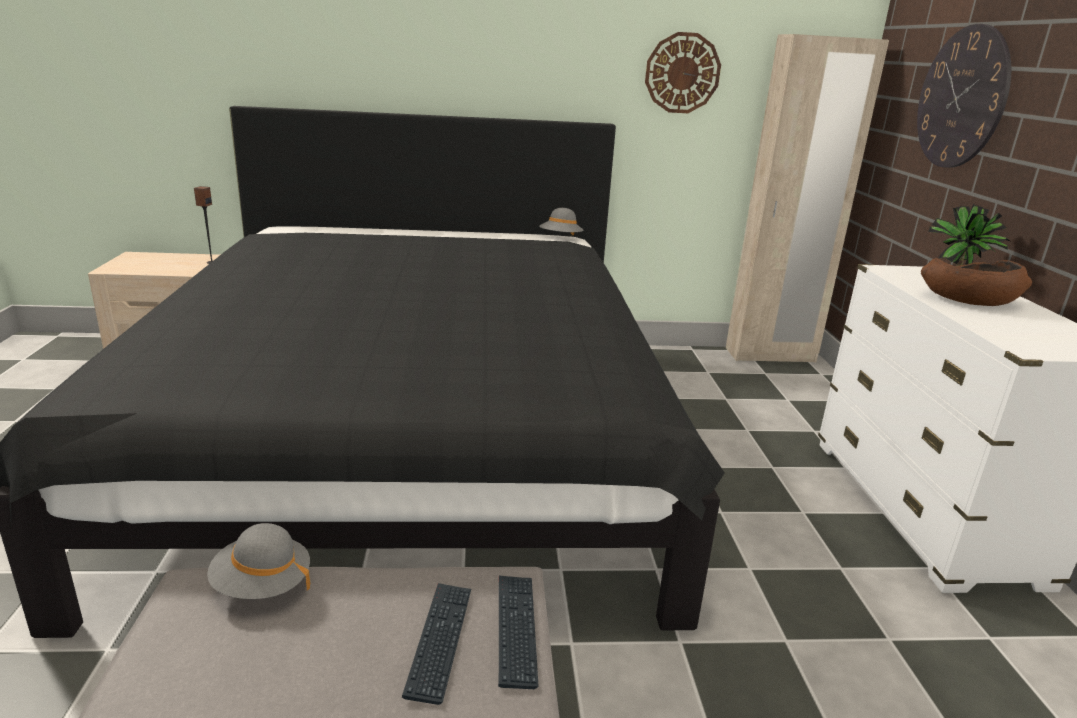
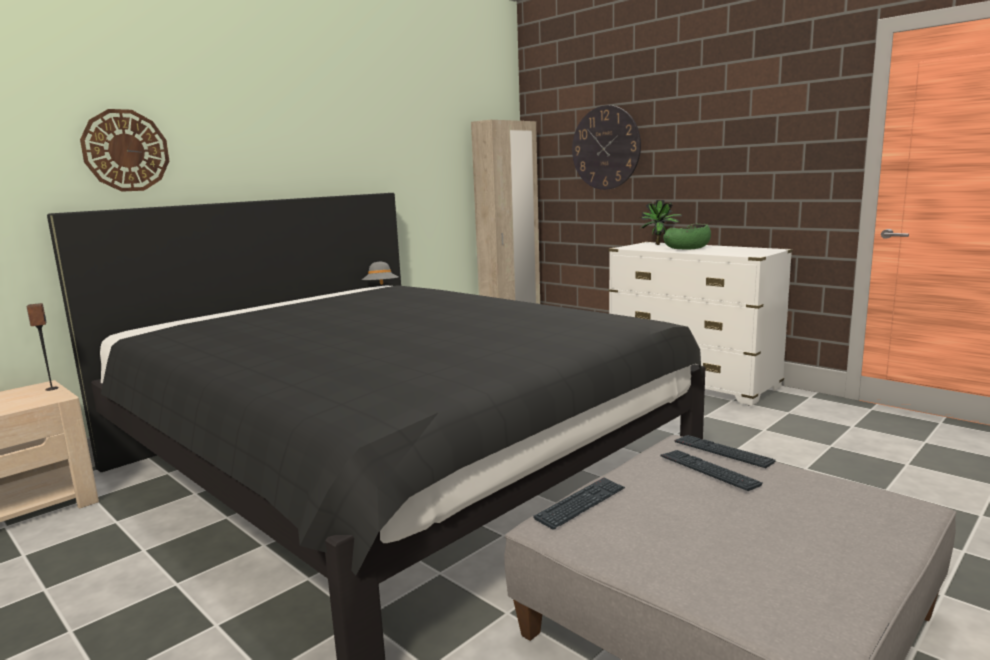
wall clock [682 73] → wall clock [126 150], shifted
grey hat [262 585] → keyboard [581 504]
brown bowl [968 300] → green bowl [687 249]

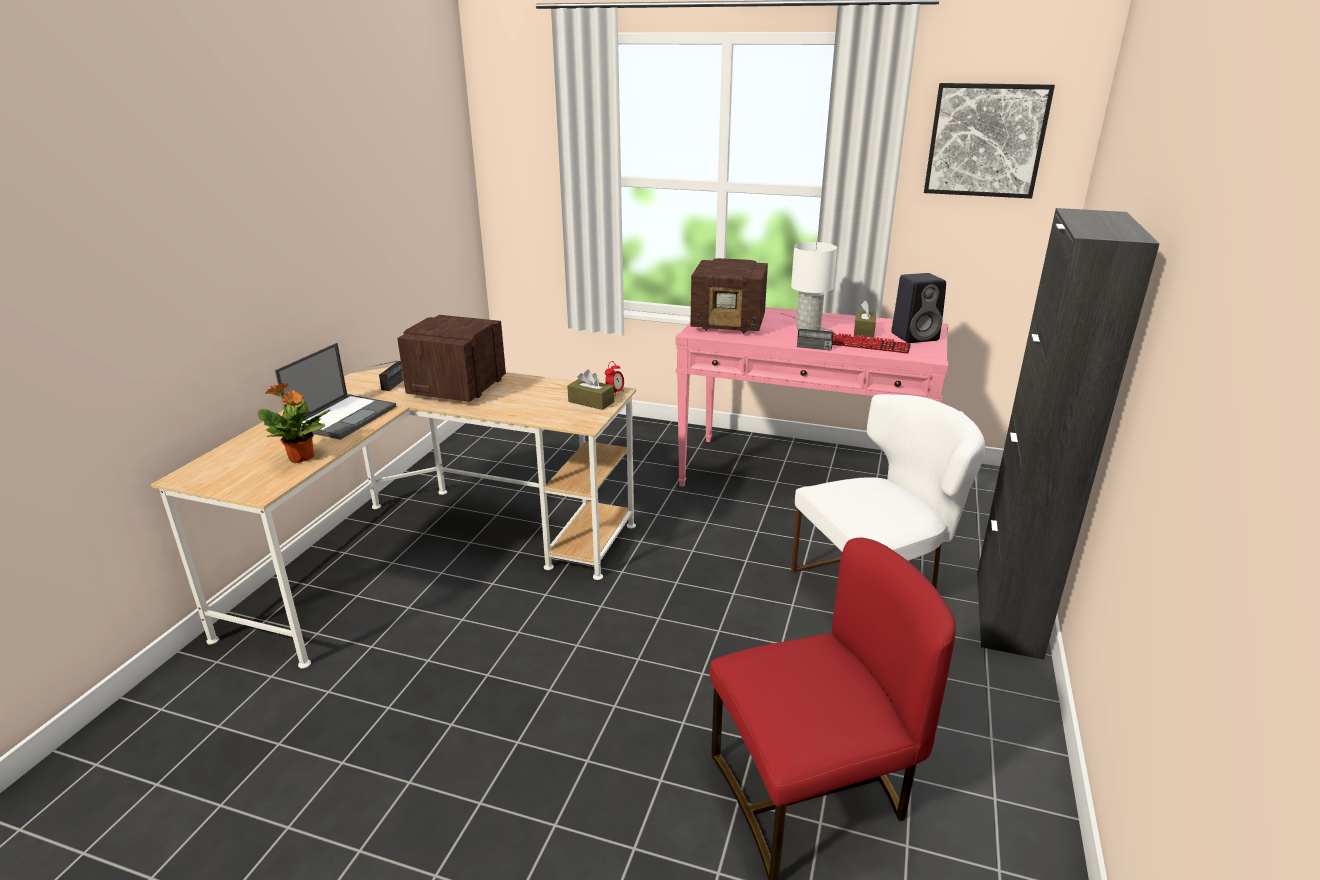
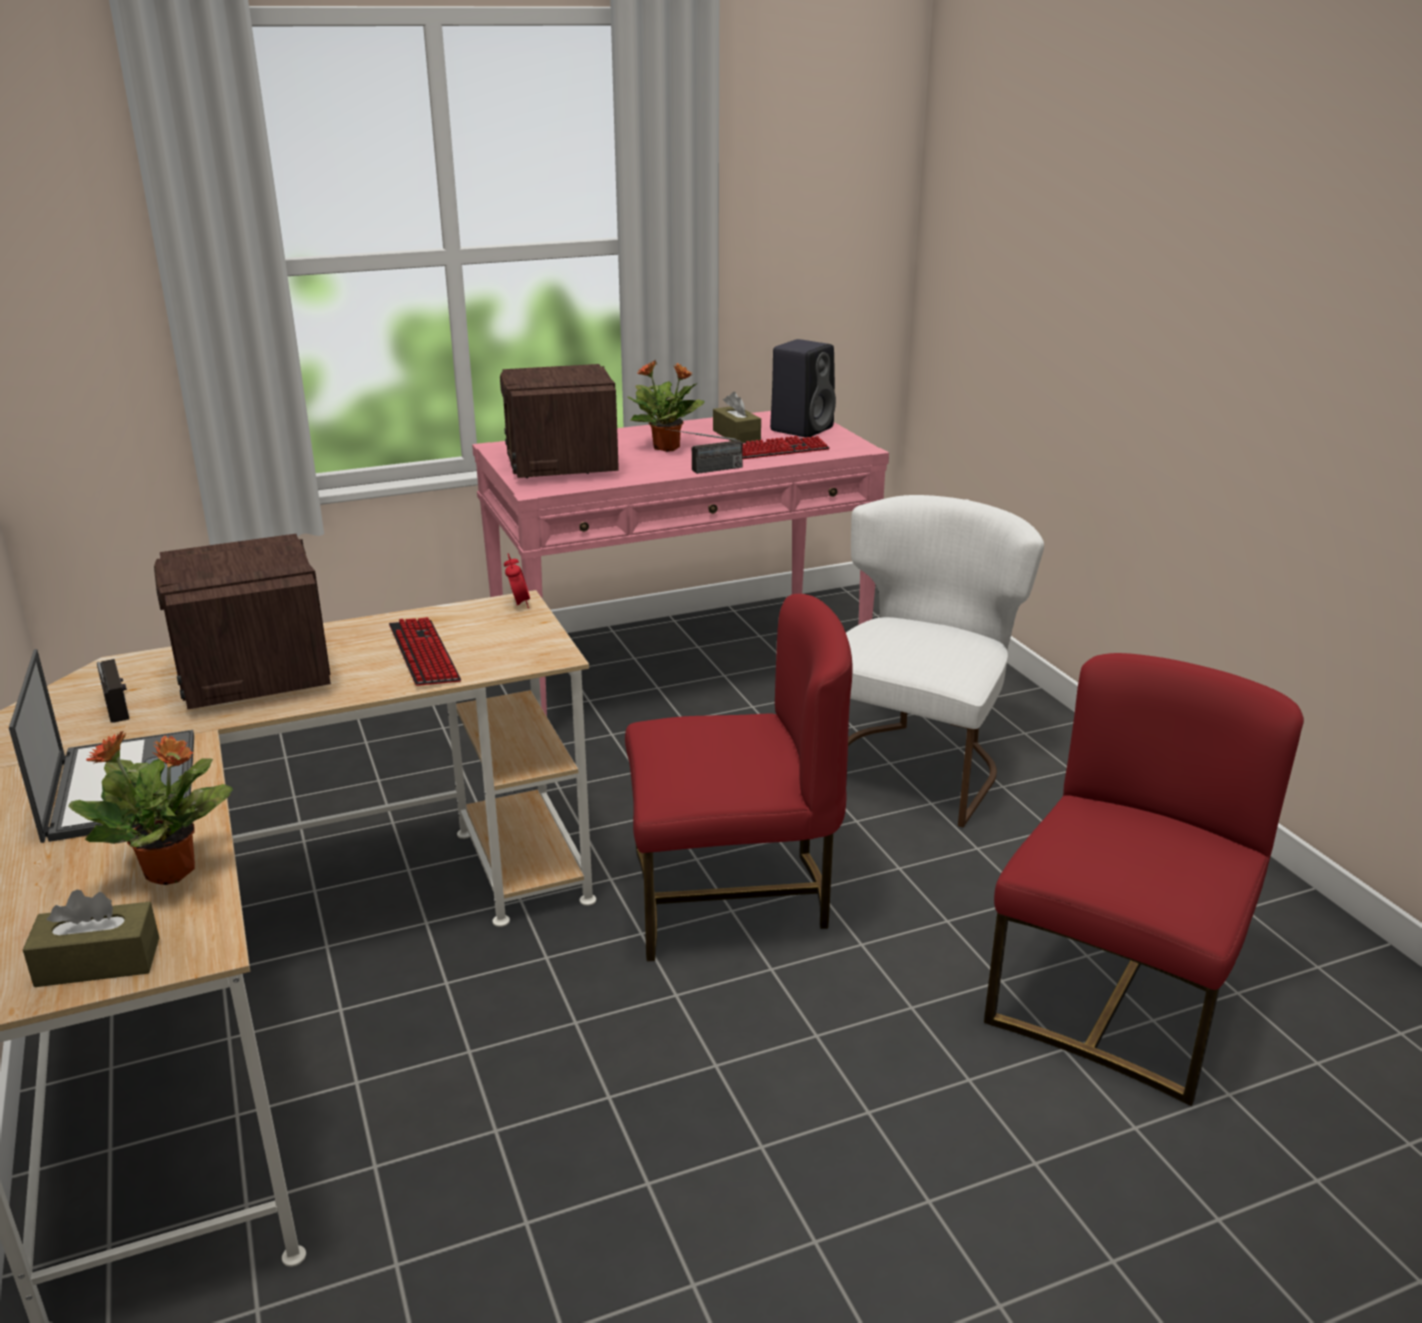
brown tissue box [591 402] → brown tissue box [98 962], shifted
- → keyboard [424 654]
radio [729 324] → radio [561 466], 105 degrees clockwise
- → red chair [731 897]
white table lamp [807 328] → potted plant [667 448]
picture [985 140] → -
black cabinet [1007 613] → -

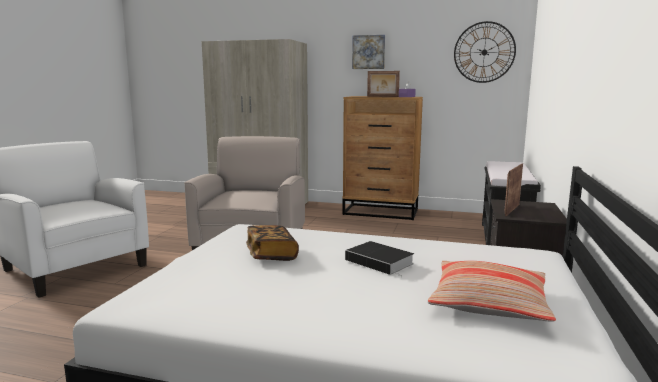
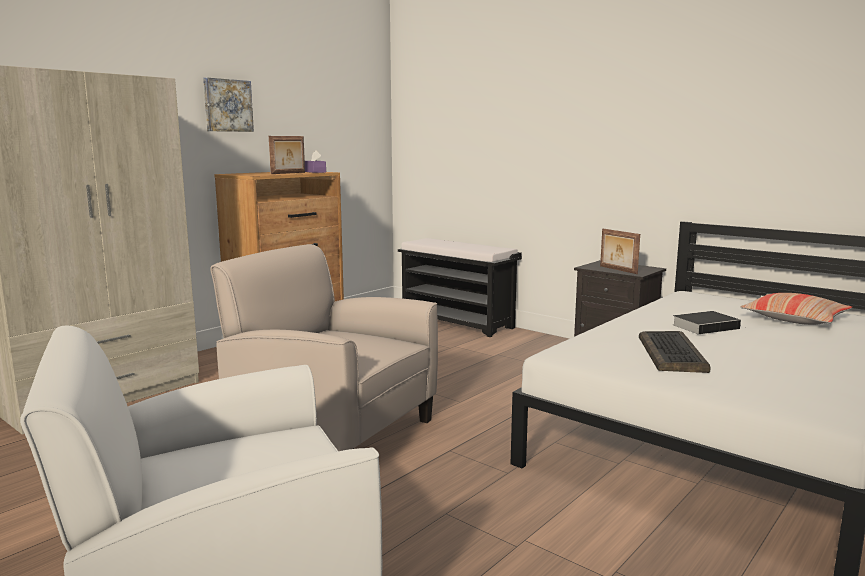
book [271 254] → keyboard [672 354]
wall clock [484 52] → -

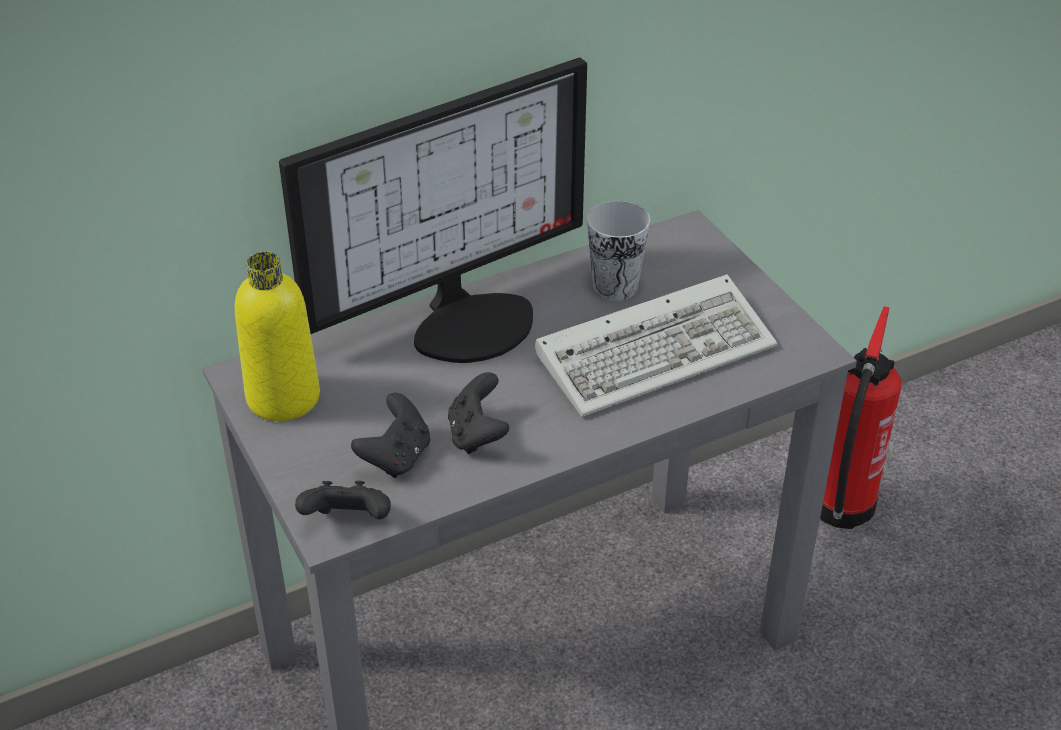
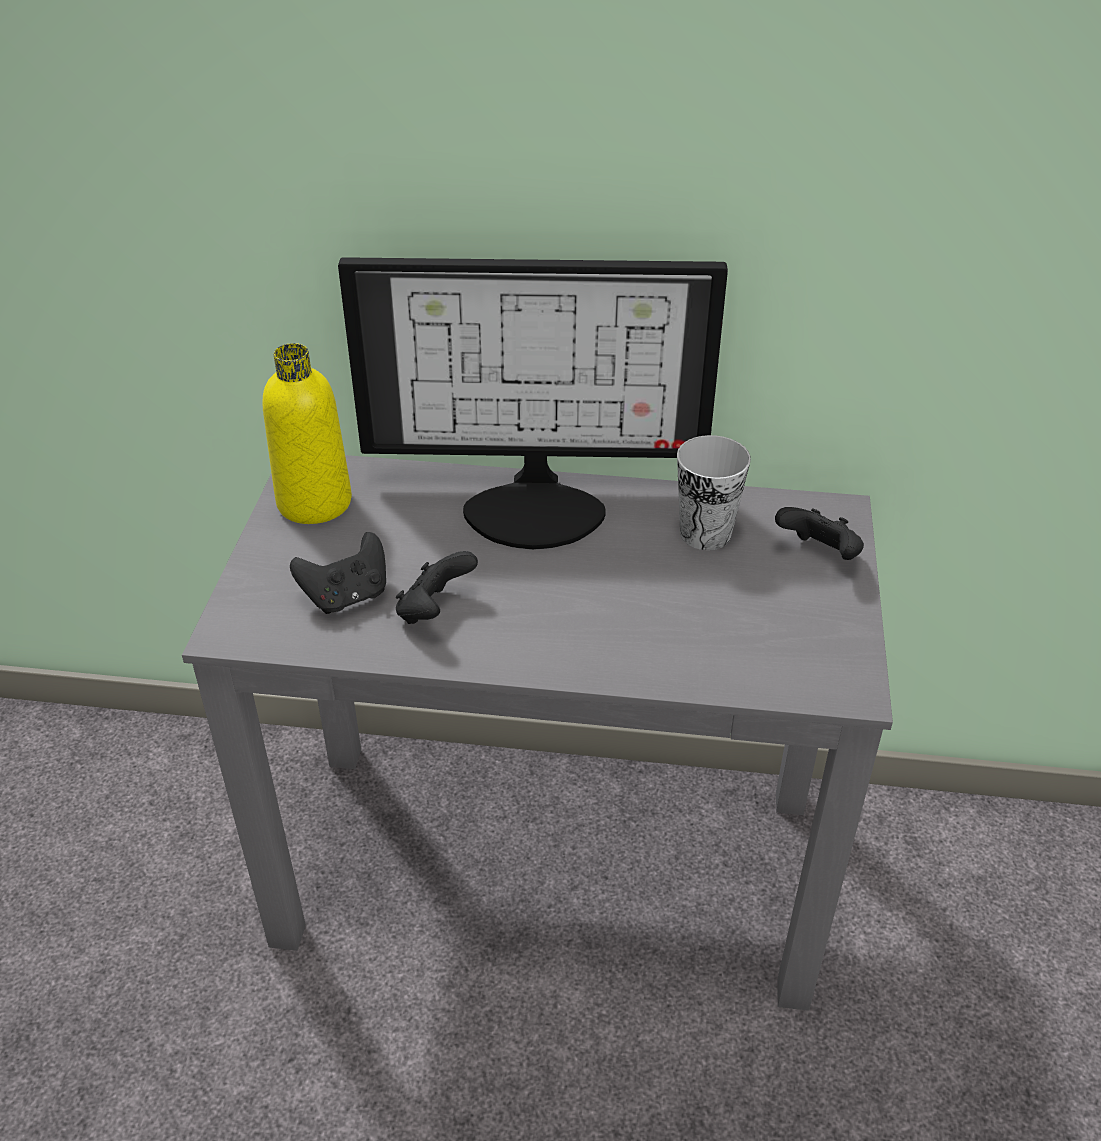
black game controller [348 522] → black game controller [819 555], shifted
keyboard [659 350] → -
fire extinguisher [839 510] → -

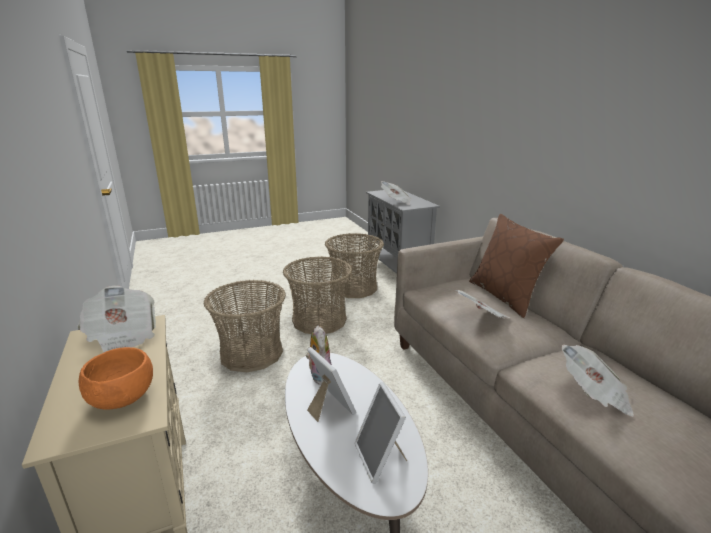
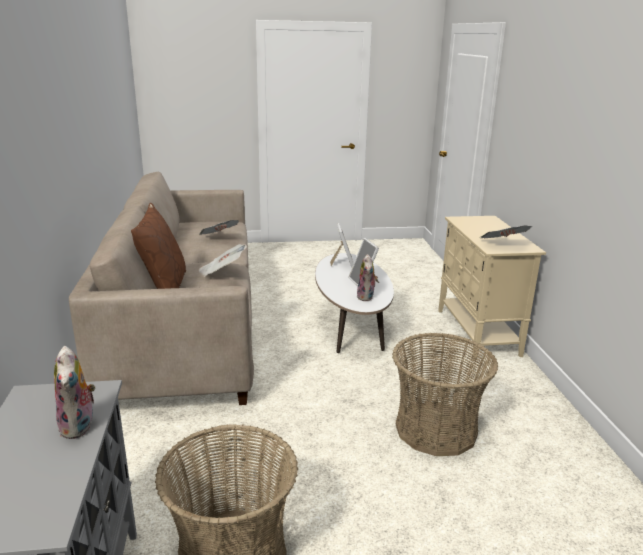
newspaper [396 201] → plush toy [79 426]
orange bowl [123 398] → -
basket [319 320] → -

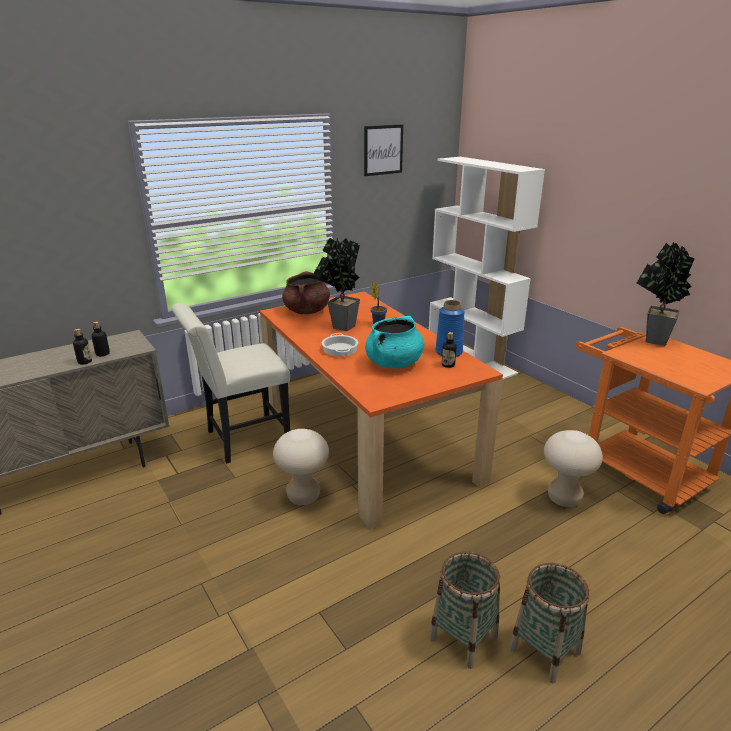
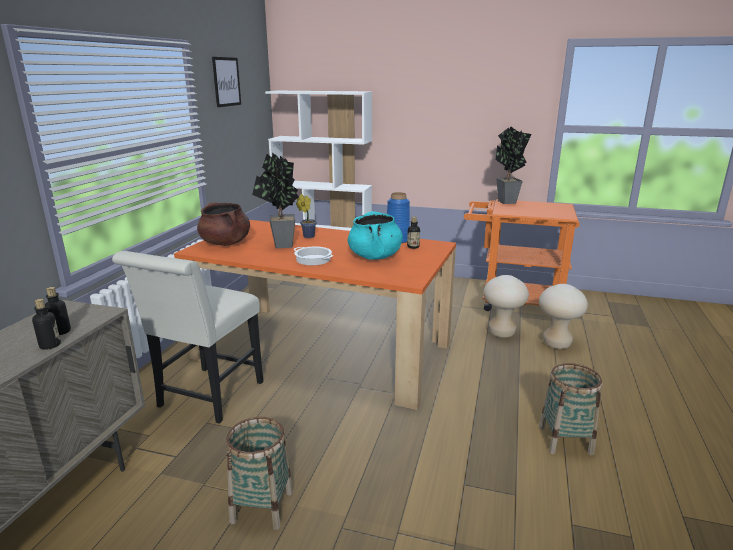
basket [545 650] → basket [262 506], shifted
beige stool [303 497] → beige stool [556 344], shifted

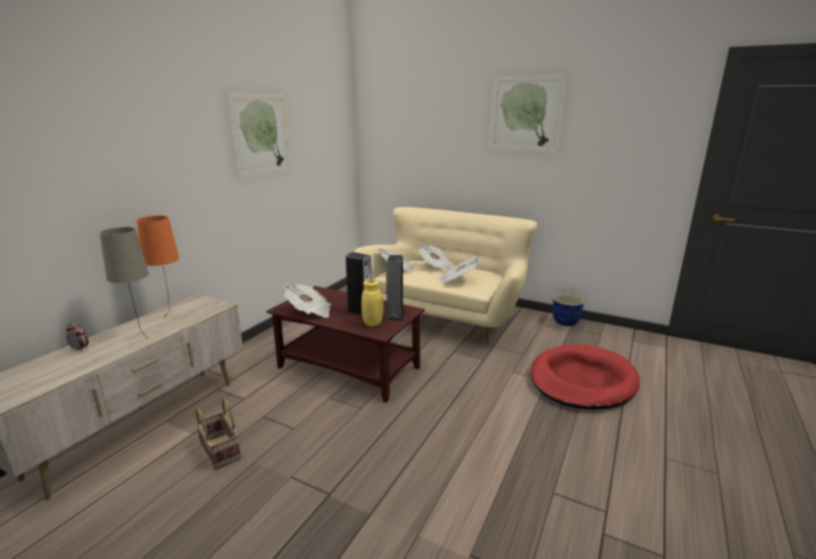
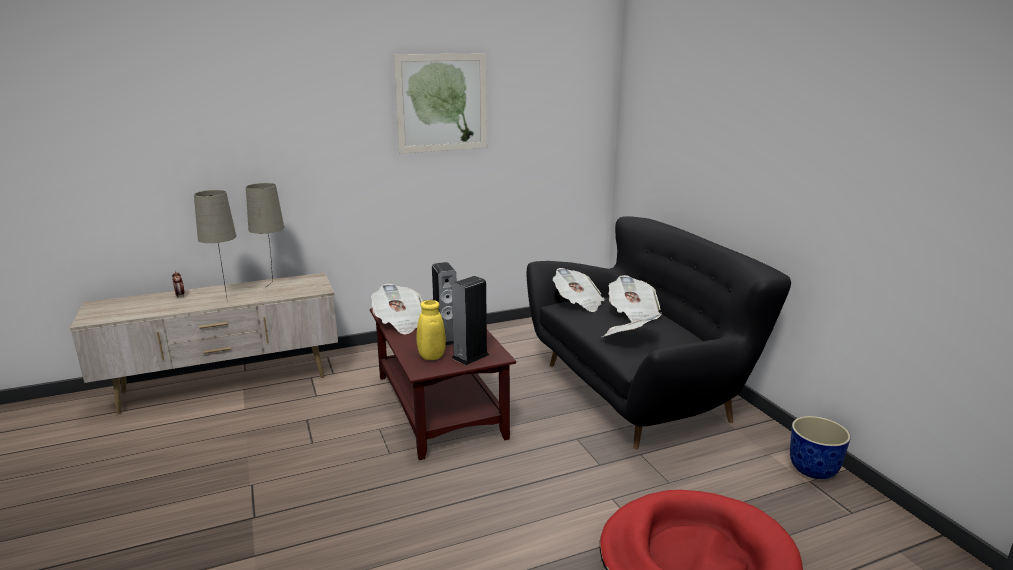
orange table lamp [171 315] → beige table lamp [274 286]
beige sofa [447 316] → black sofa [640 390]
basket [222 451] → -
picture [526 114] → -

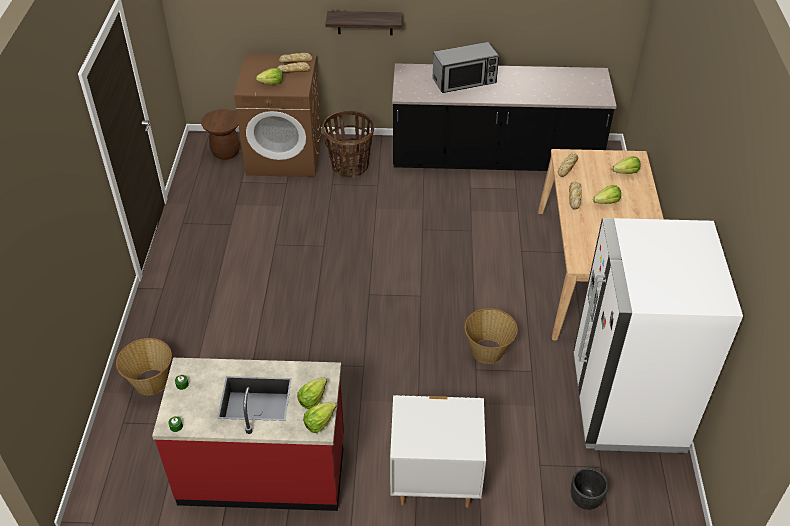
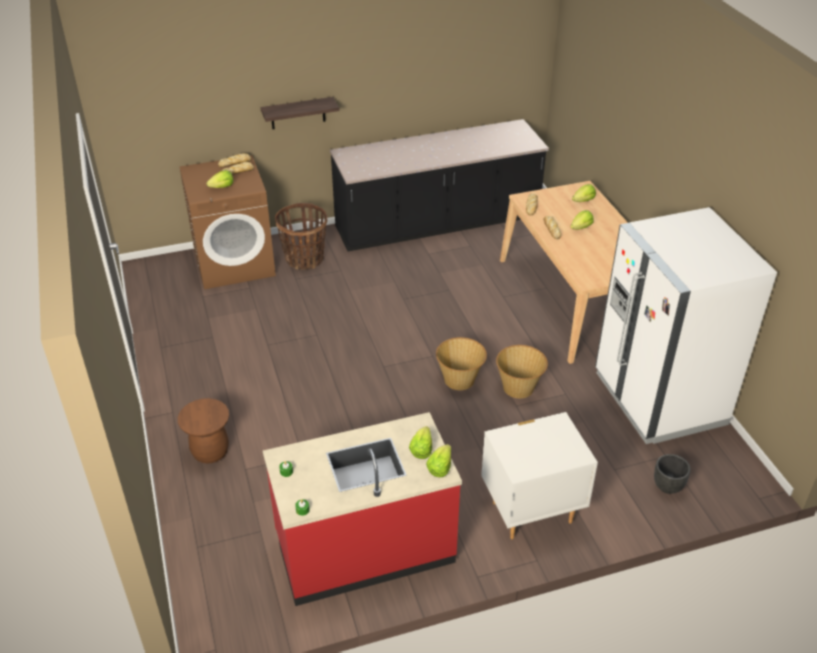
brown stool [226 152] → brown stool [210 452], shifted
basket [151 382] → basket [460 380], shifted
microwave [464 81] → -

